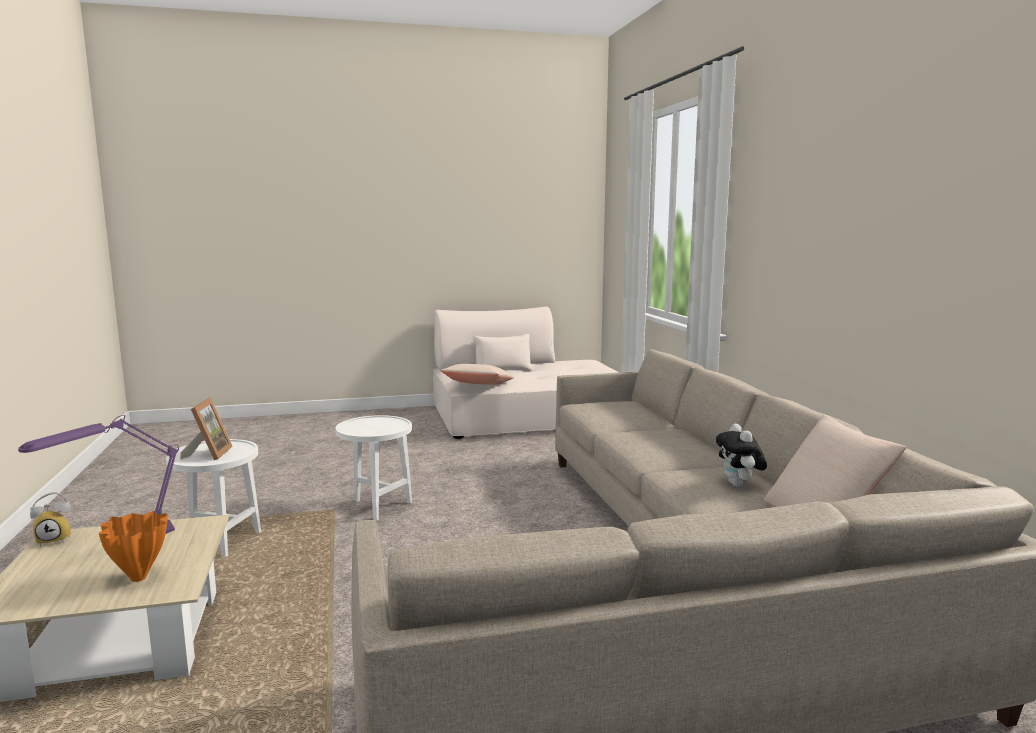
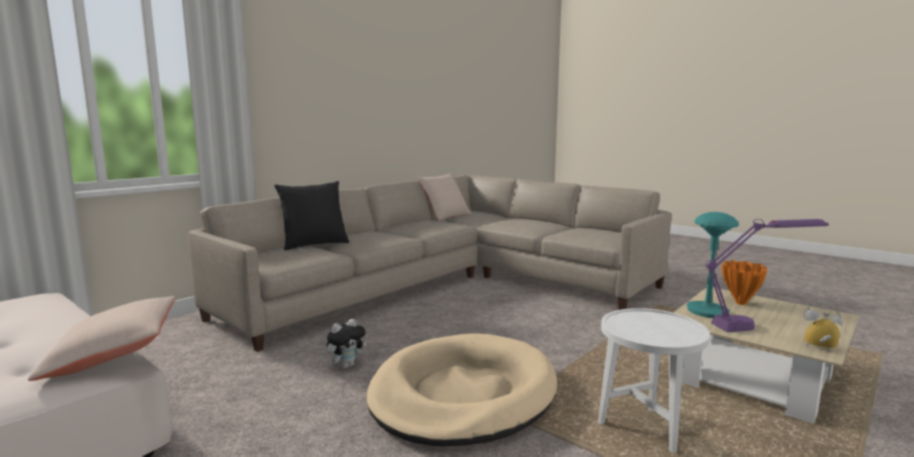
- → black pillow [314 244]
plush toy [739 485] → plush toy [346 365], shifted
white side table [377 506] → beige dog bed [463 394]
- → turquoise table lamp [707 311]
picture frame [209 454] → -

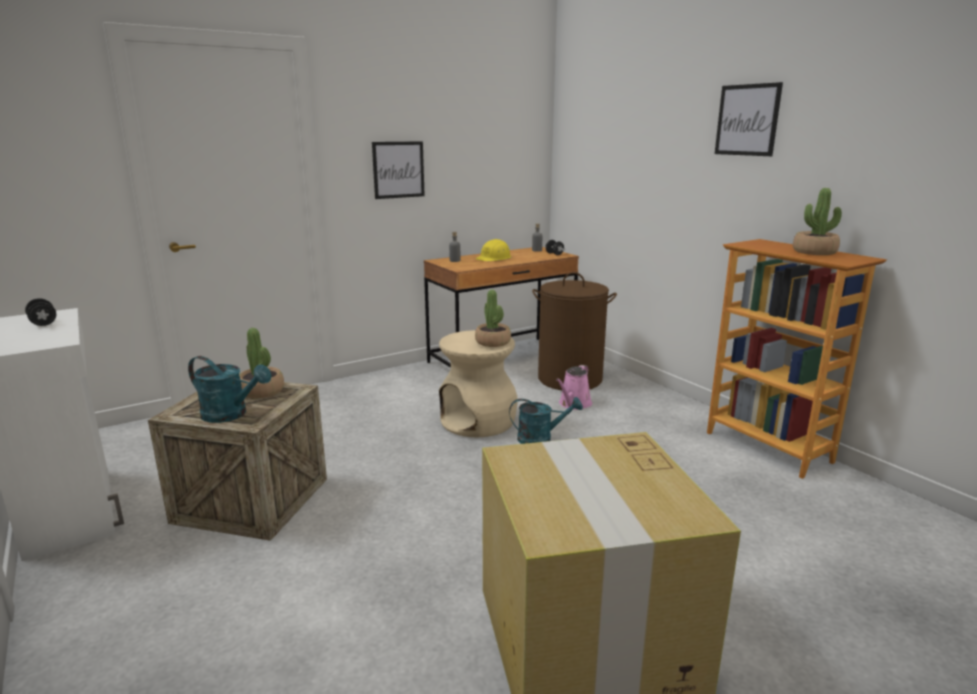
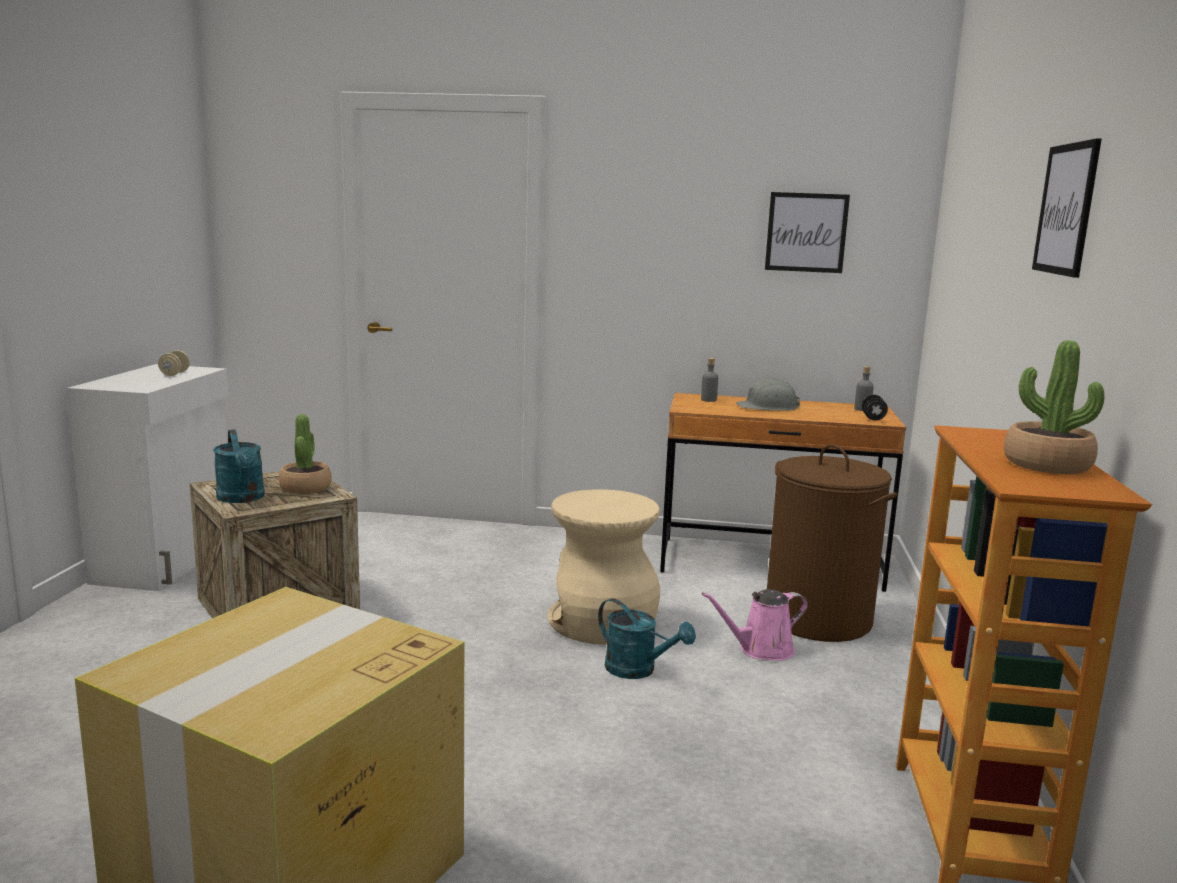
black dumbbell [43 323] → beige dumbbell [174 374]
yellow hard hat [494 258] → grey hard hat [768 407]
picture [398 170] → picture [806 232], shifted
potted plant [493 342] → -

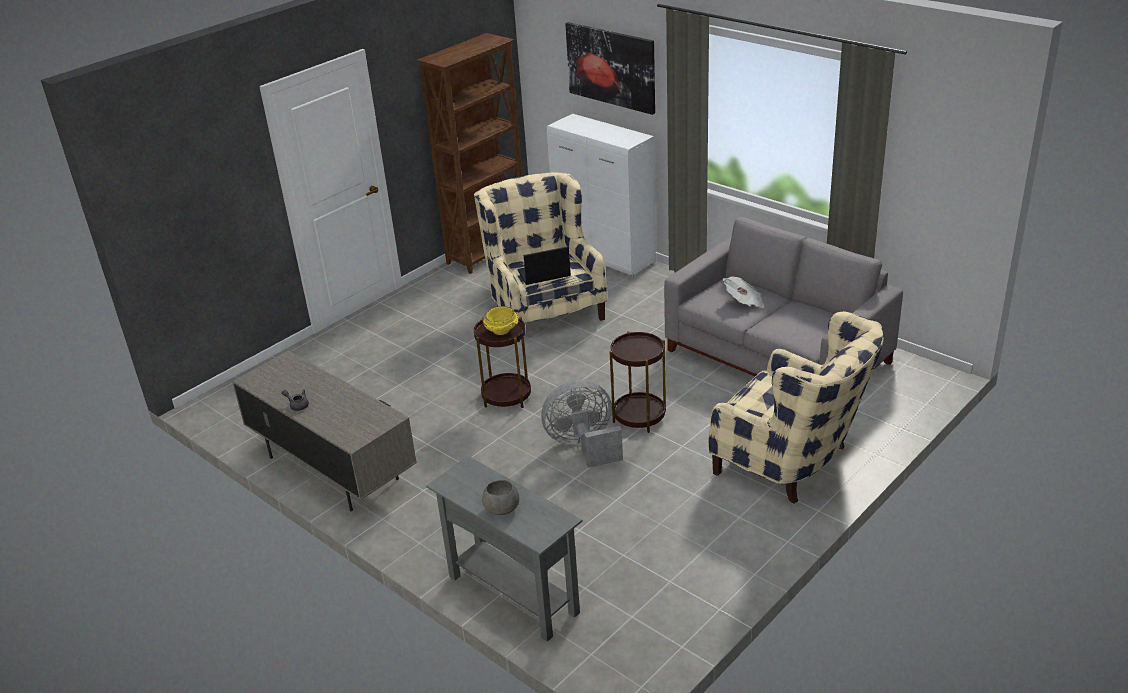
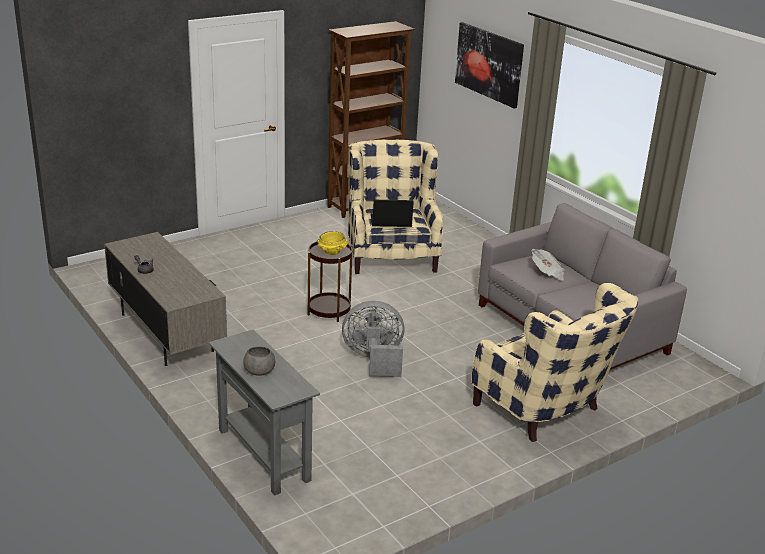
white cabinet [605 256] → -
brown side table [639 416] → -

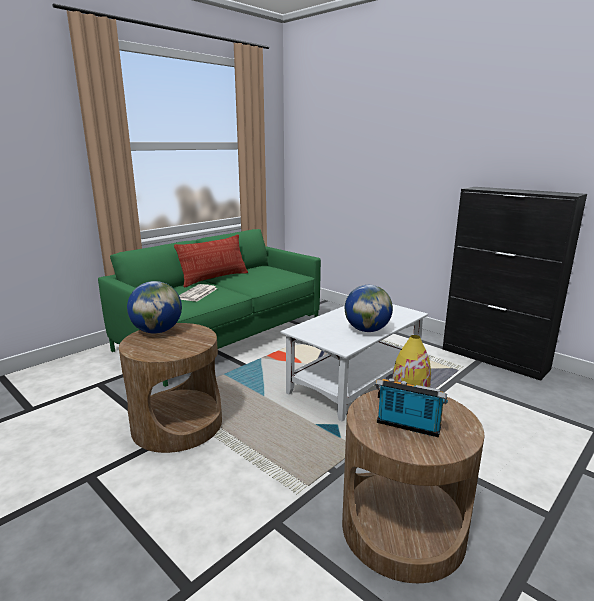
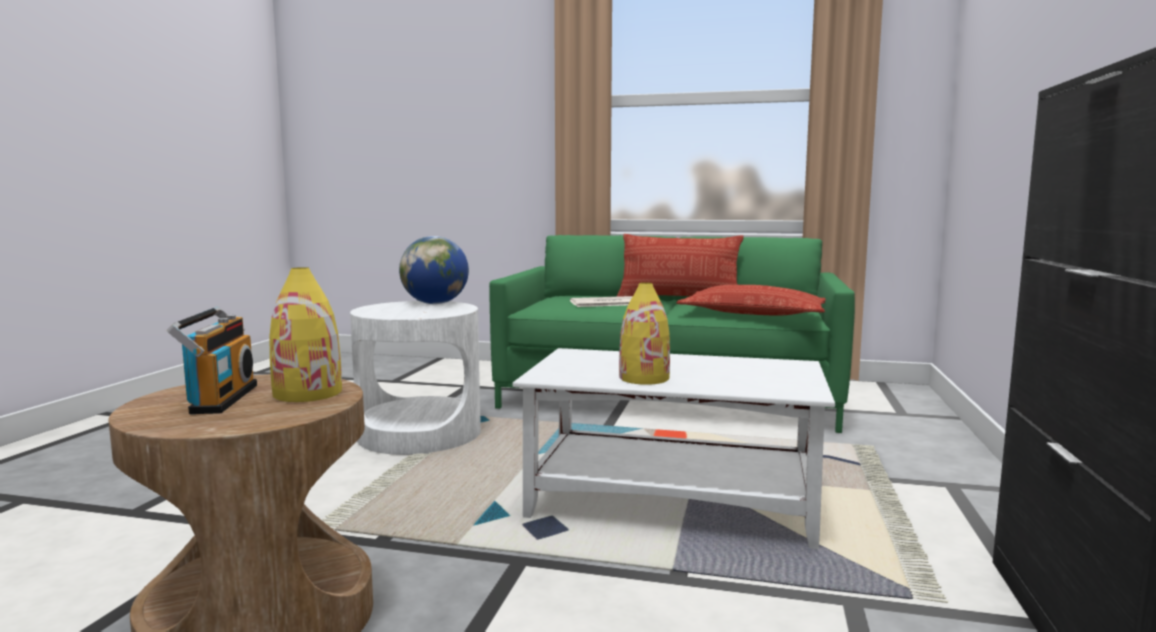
brown side table [177 424] → white side table [420 434]
globe [367 330] → yellow vase [644 378]
- → pillow [753 313]

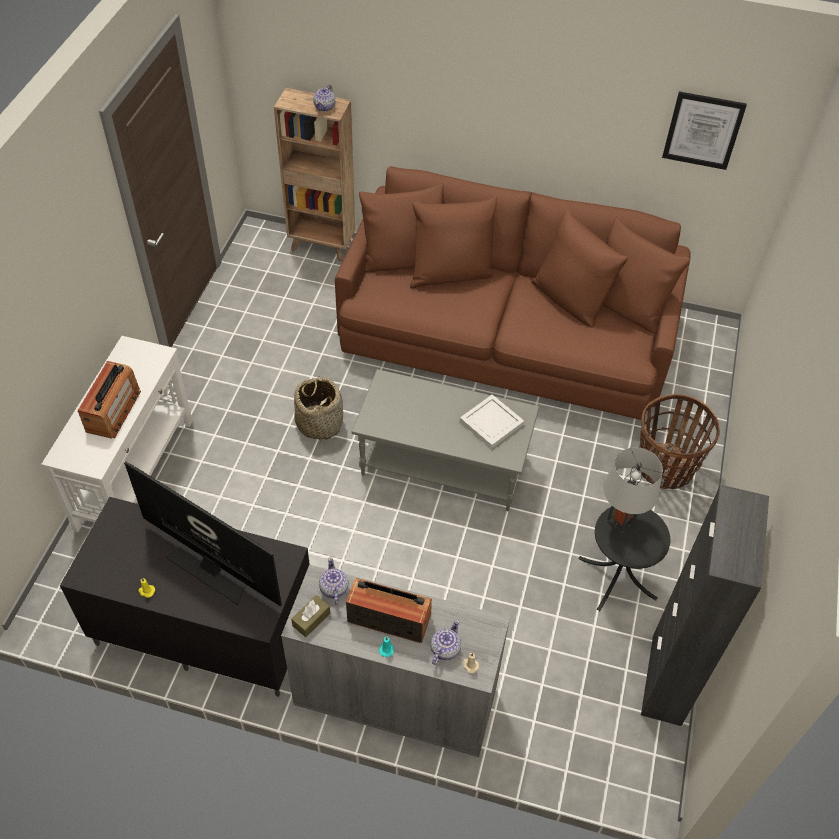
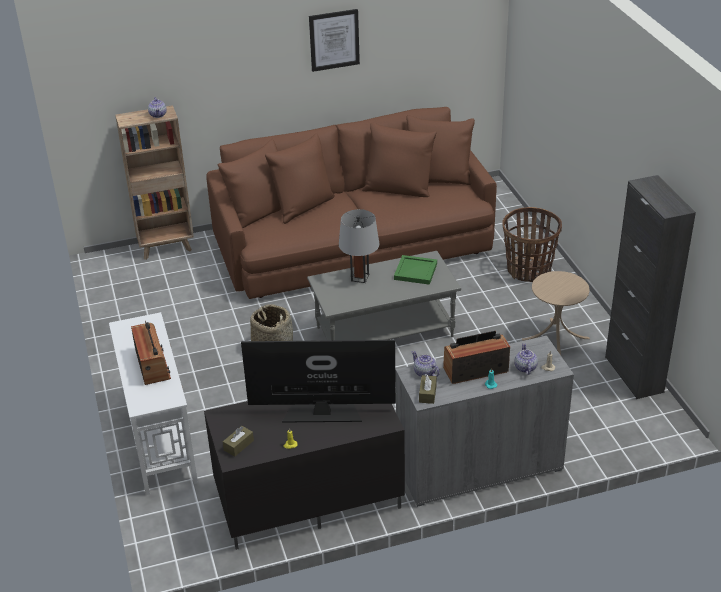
- → brown tissue box [238 445]
picture [703 130] → picture [334 40], shifted
grey table lamp [621 520] → grey table lamp [360 277], shifted
white tray [492 423] → green tray [416 271]
black side table [617 578] → beige side table [555 338]

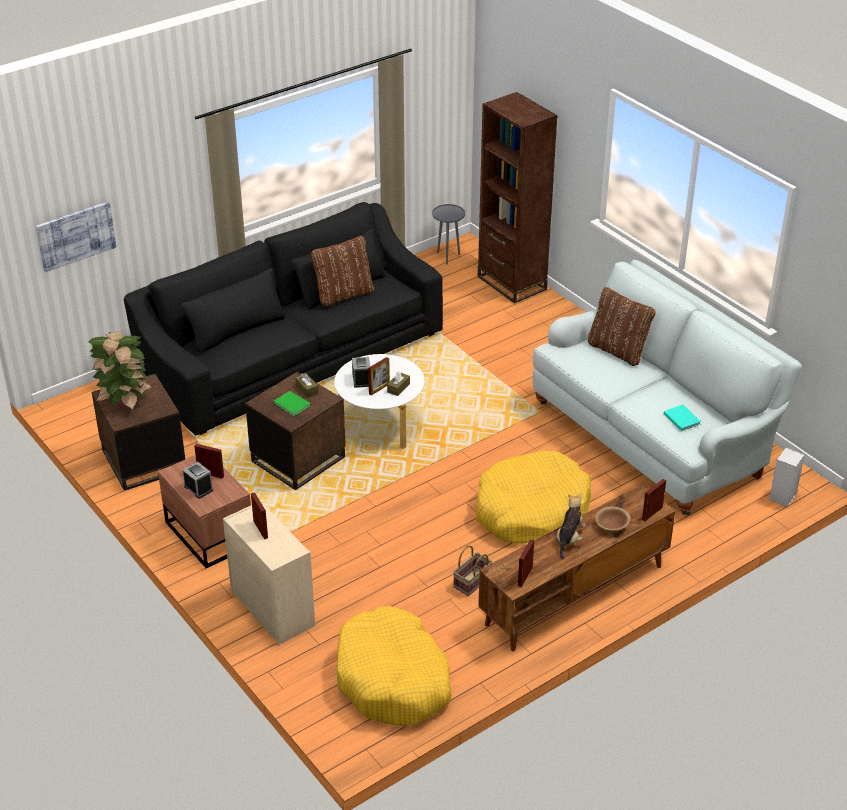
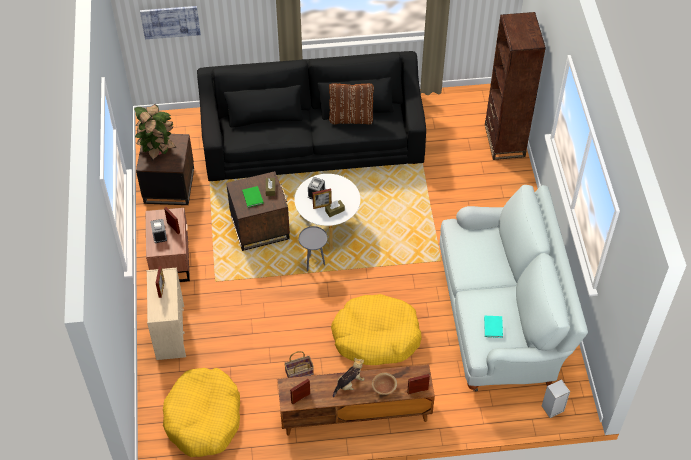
grey side table [448 257] → grey side table [314 264], shifted
brown pillow [618 350] → -

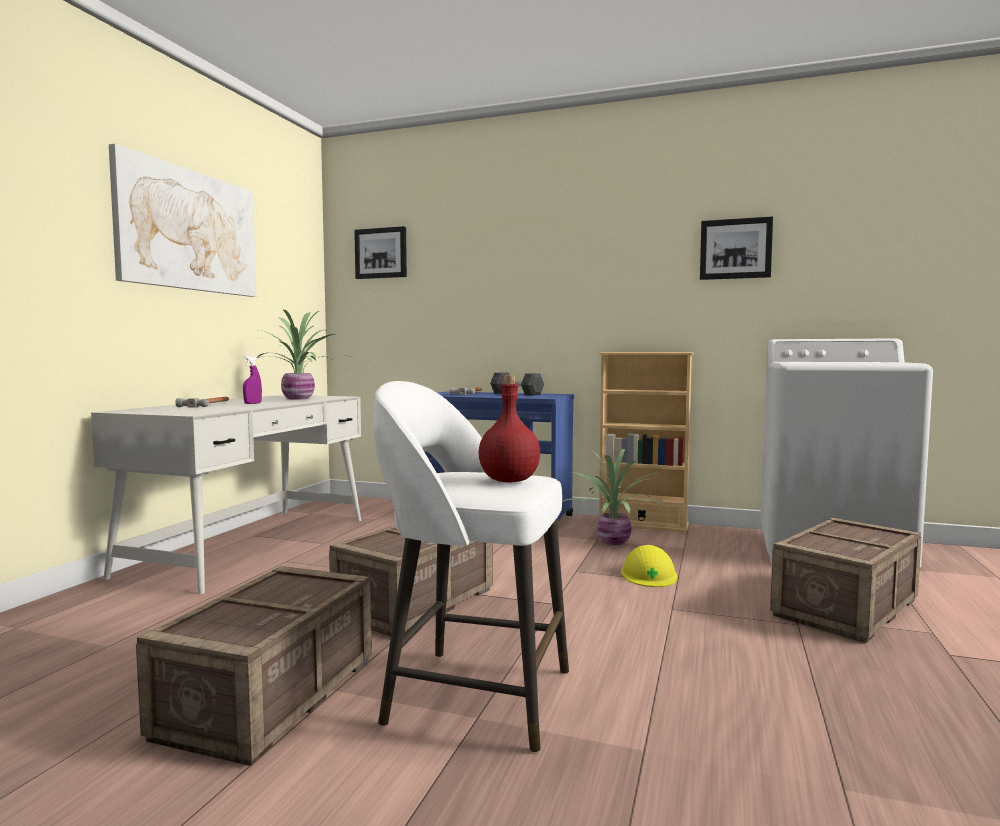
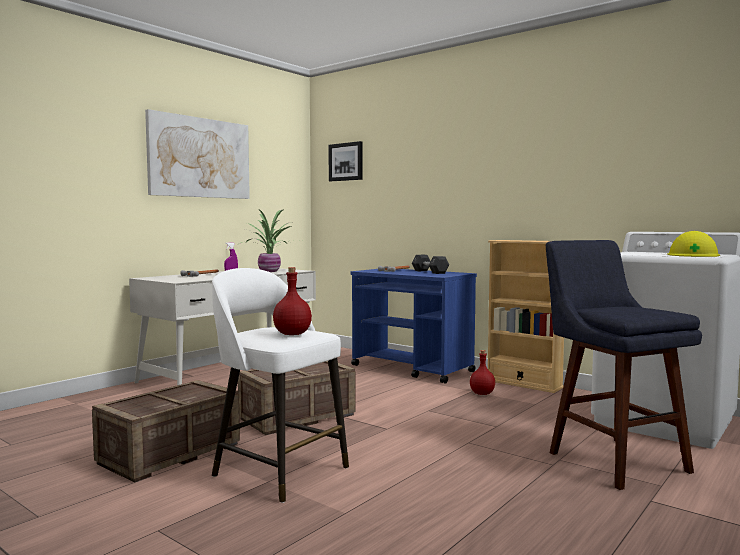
potted plant [611 541] → red bottle [481 393]
crate [844 607] → blue stool [611 459]
yellow hard hat [649 574] → yellow hard hat [693 255], shifted
picture [735 249] → -

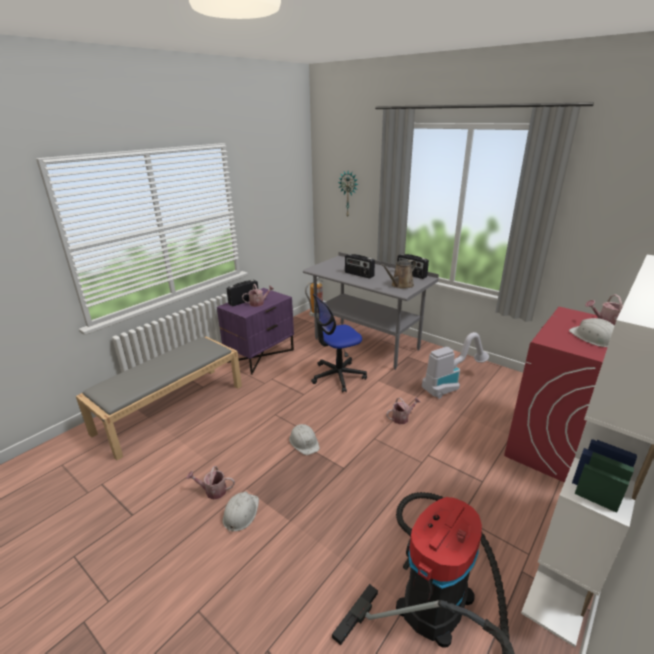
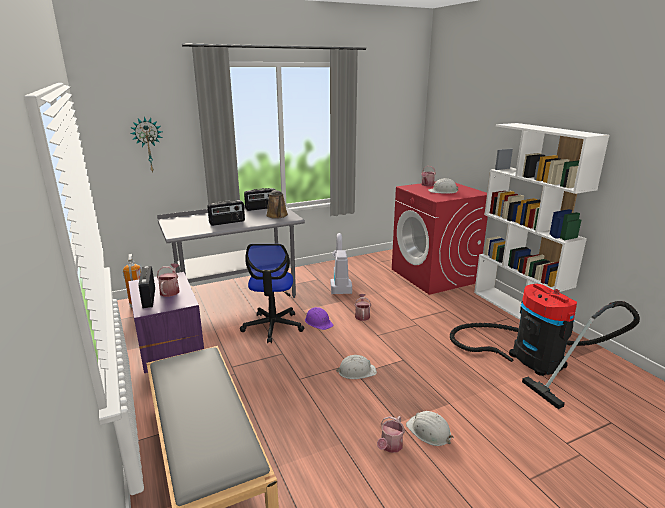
- → purple hard hat [318 322]

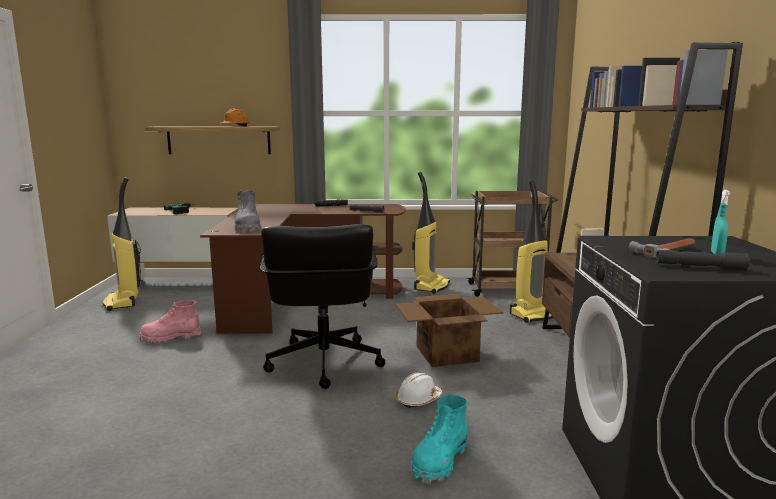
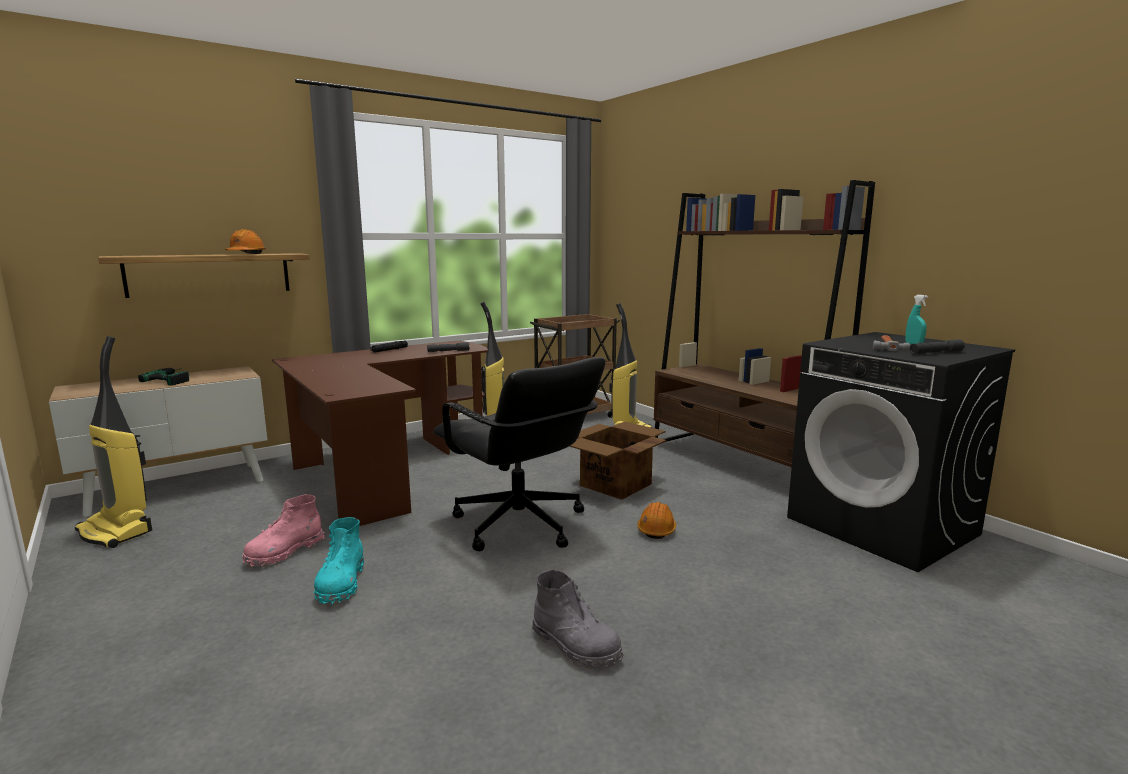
turquoise boot [439 461] → turquoise boot [341 584], shifted
grey boot [248 227] → grey boot [576 646], shifted
white hard hat [418 400] → orange hard hat [656 530]

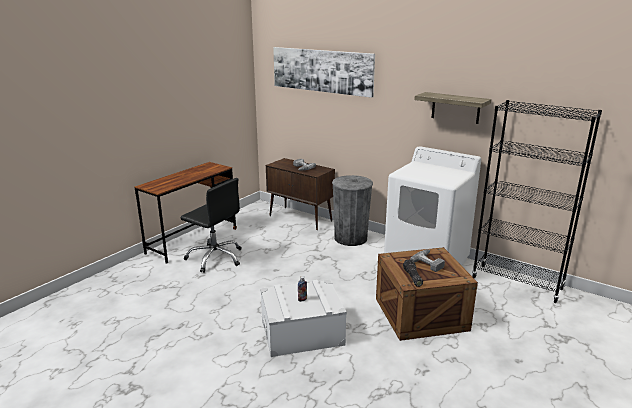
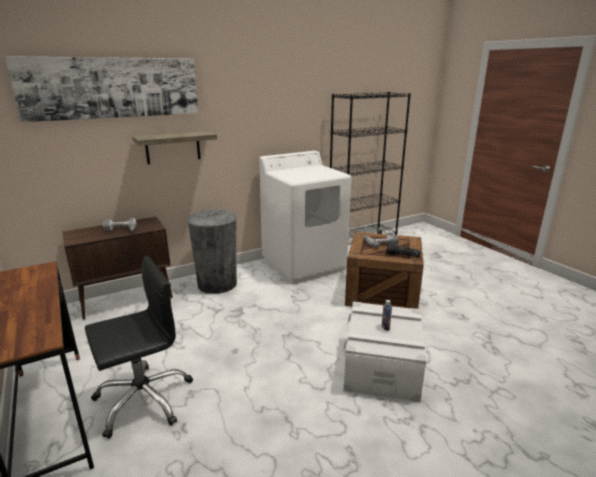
shelf [455 108] → shelf [173 147], shifted

